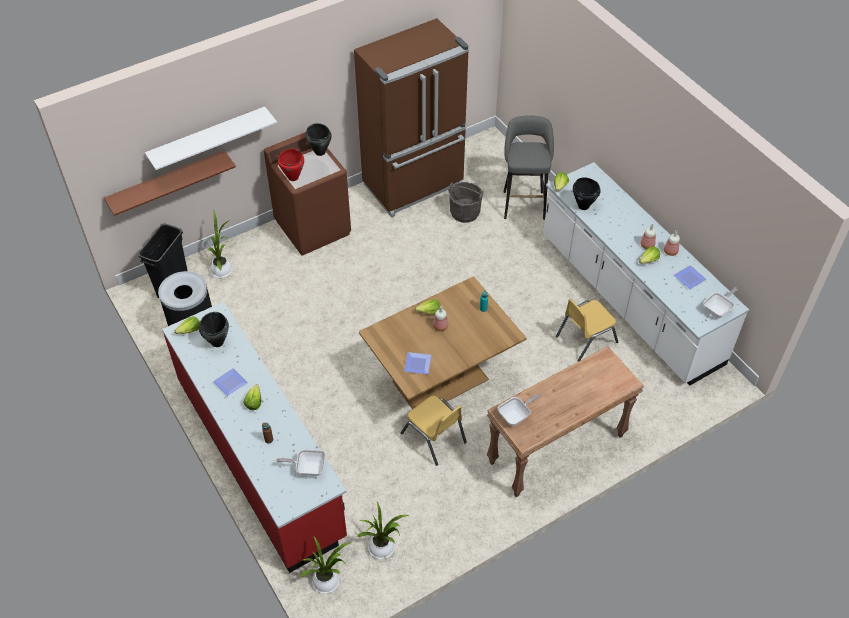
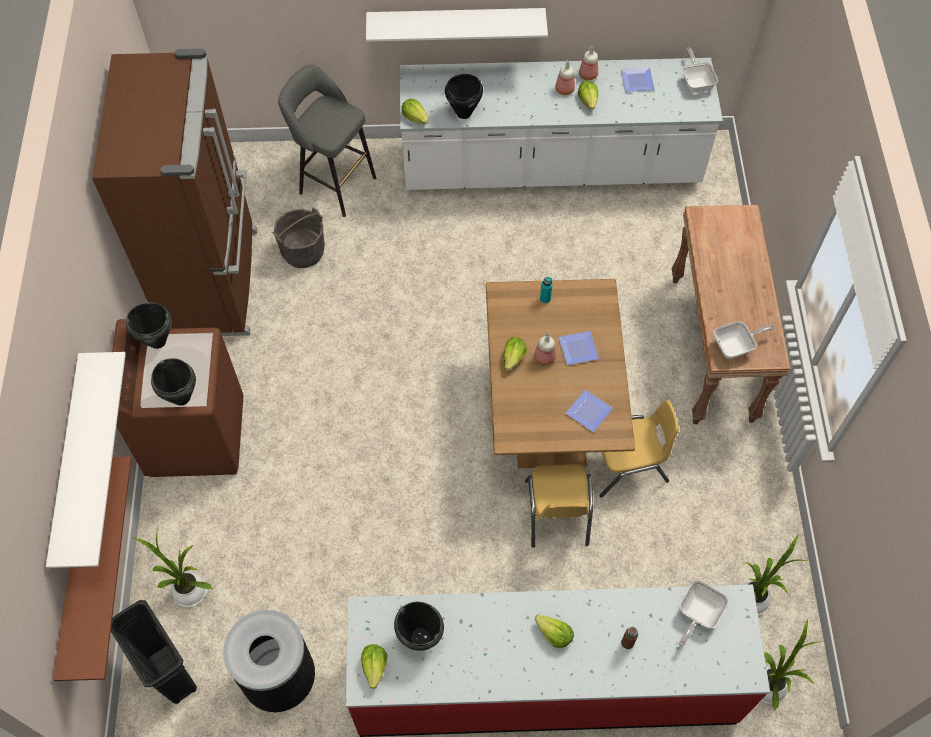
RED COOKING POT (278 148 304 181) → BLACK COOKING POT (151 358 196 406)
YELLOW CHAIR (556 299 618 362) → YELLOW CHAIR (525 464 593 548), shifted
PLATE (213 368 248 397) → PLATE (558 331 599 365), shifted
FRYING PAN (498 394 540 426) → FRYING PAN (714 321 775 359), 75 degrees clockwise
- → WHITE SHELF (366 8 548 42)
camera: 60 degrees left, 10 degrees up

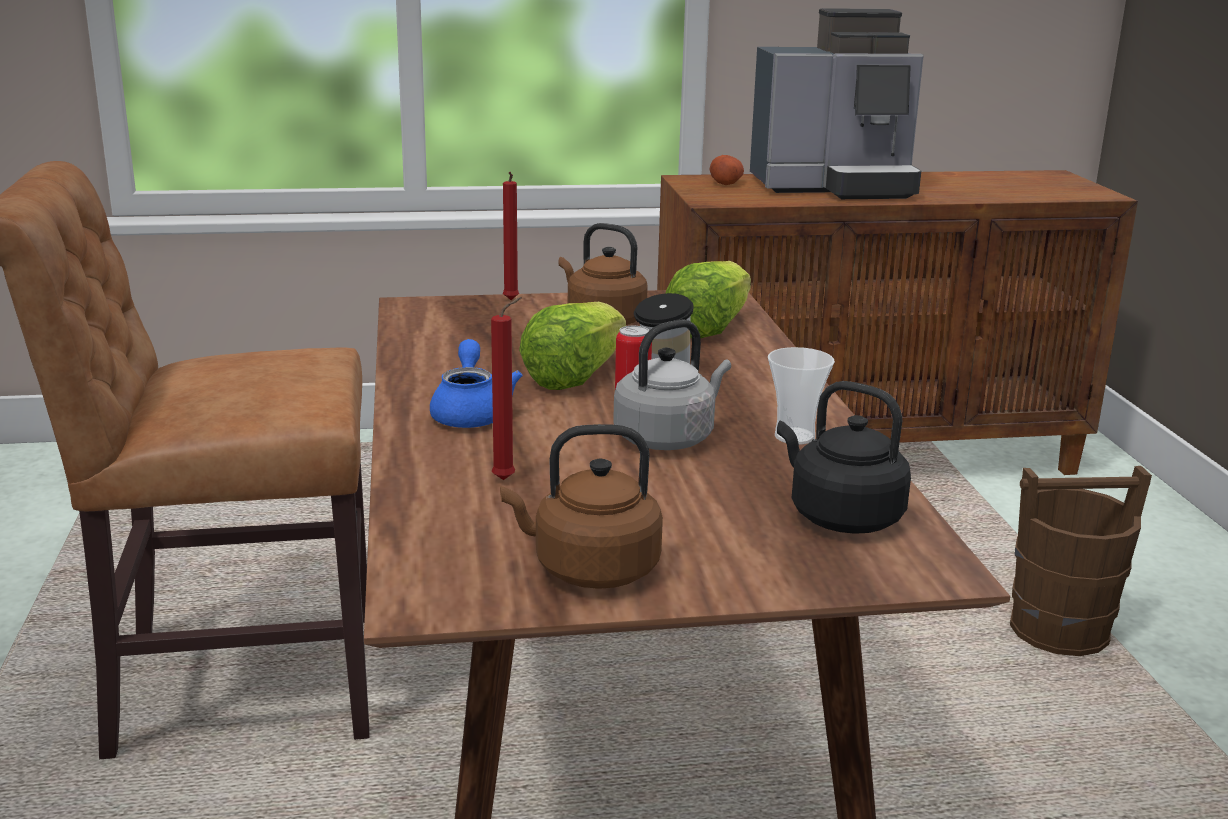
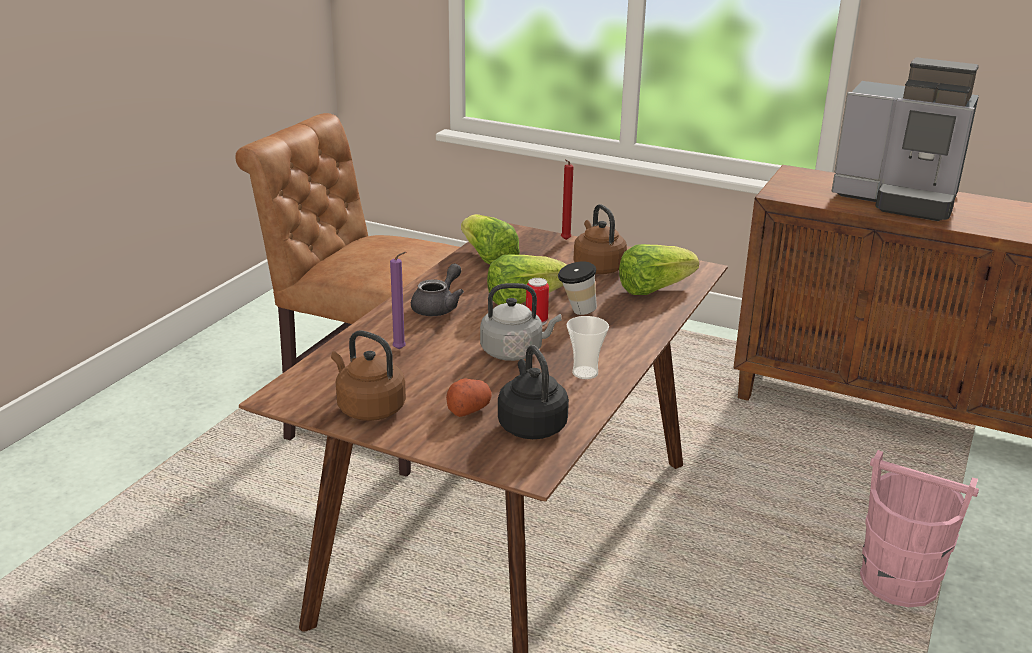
POTATO (709 155 744 185) → POTATO (446 378 492 417), shifted
RED CANDLE (491 297 522 480) → PURPLE CANDLE (390 252 406 350)
BLUE TEAPOT (430 339 523 428) → GREY TEAPOT (411 264 464 316)
BROWN BUCKET (1010 466 1152 656) → PINK BUCKET (860 450 979 607)
- → LETTUCE (461 214 520 265)
camera: 35 degrees right, 5 degrees up

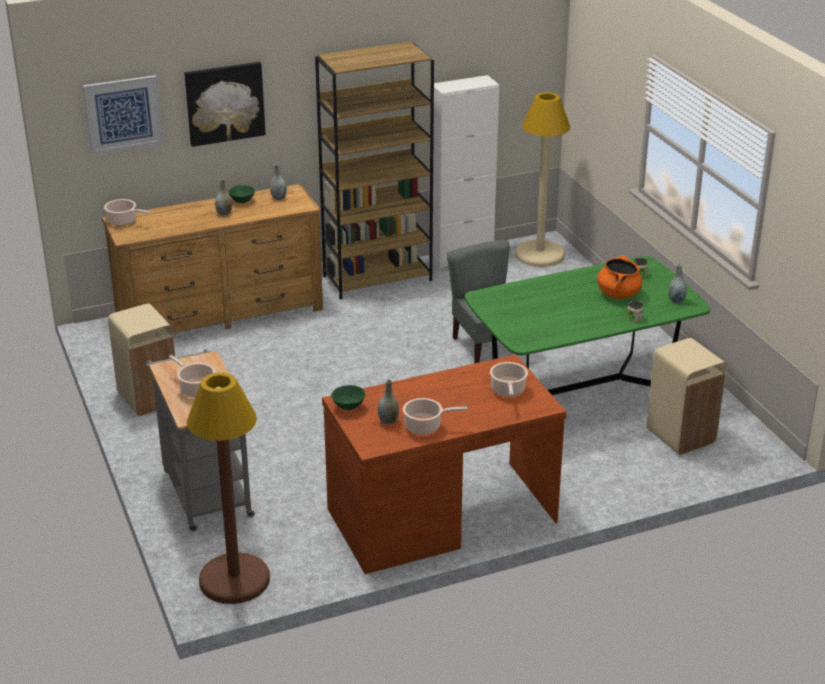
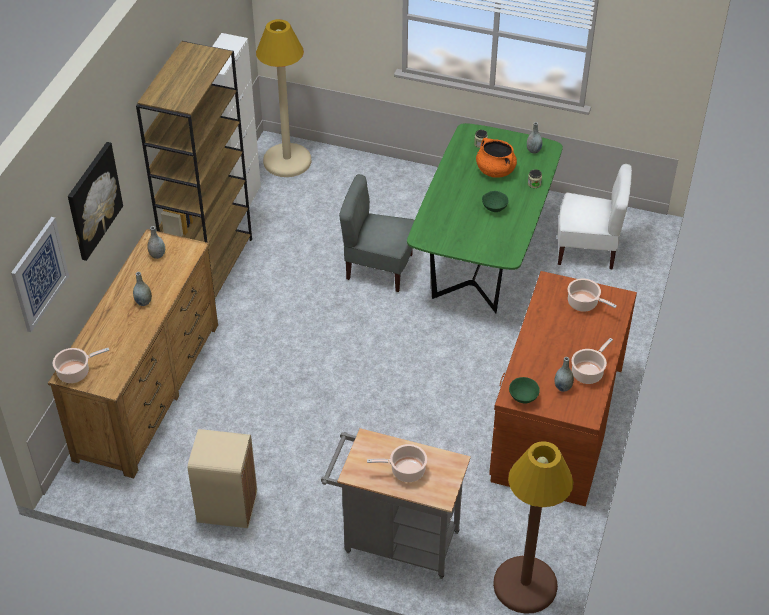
GREEN BOWL (228 185 255 203) → GREEN BOWL (482 191 509 212), shifted
BEIGE TRASH CAN (646 338 727 455) → WHITE CHAIR (558 164 632 270)
camera: 50 degrees left, 15 degrees up

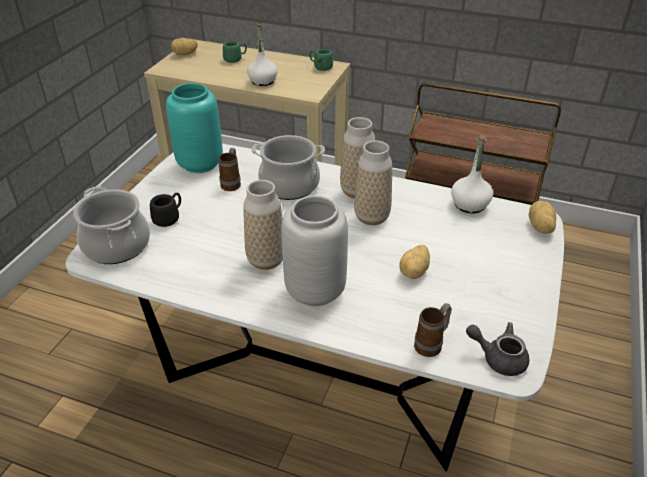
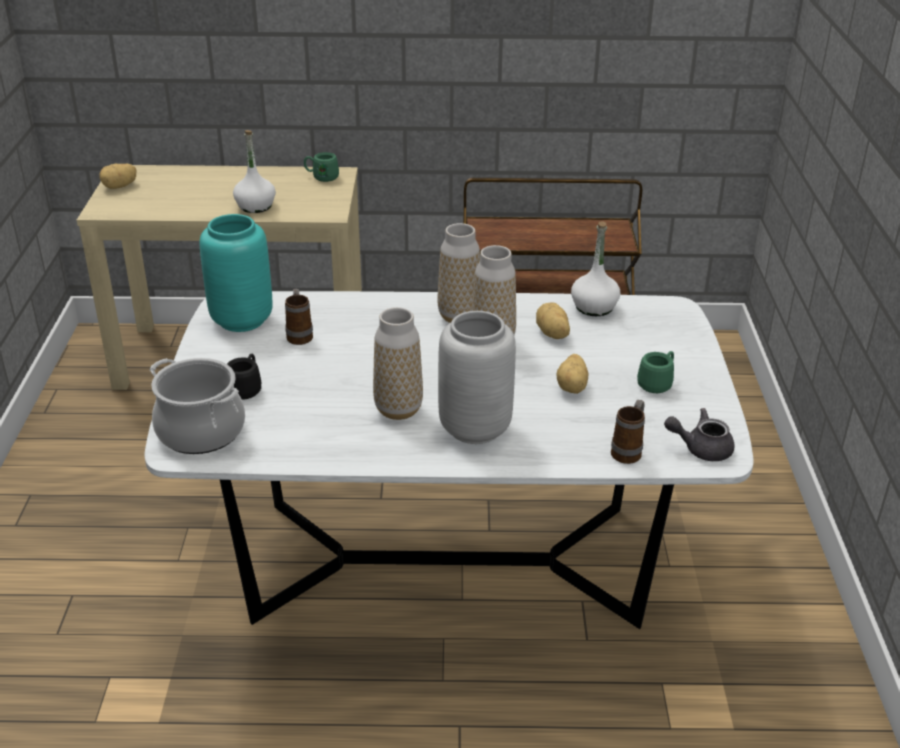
GREEN MUG (223 41 247 63) → GREEN MUG (637 351 674 393), shifted
COOKING POT (251 135 325 200) → -
POTATO (529 201 556 234) → POTATO (536 302 570 339), shifted
camera: 20 degrees left, 5 degrees down

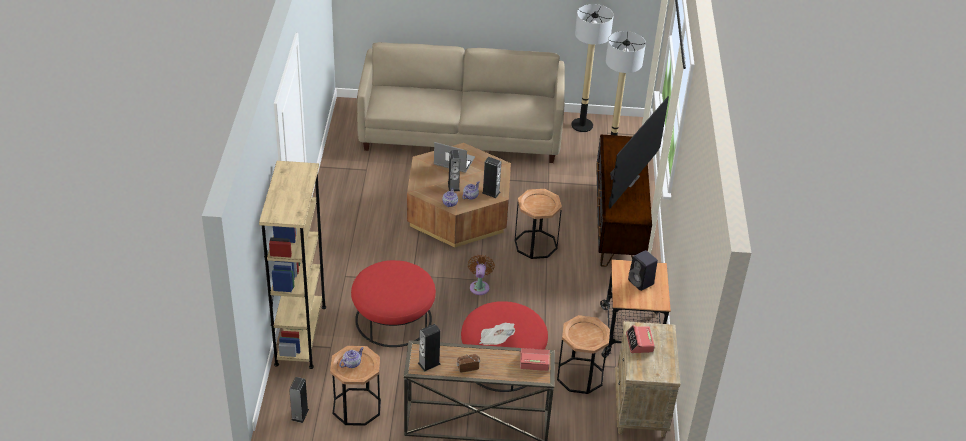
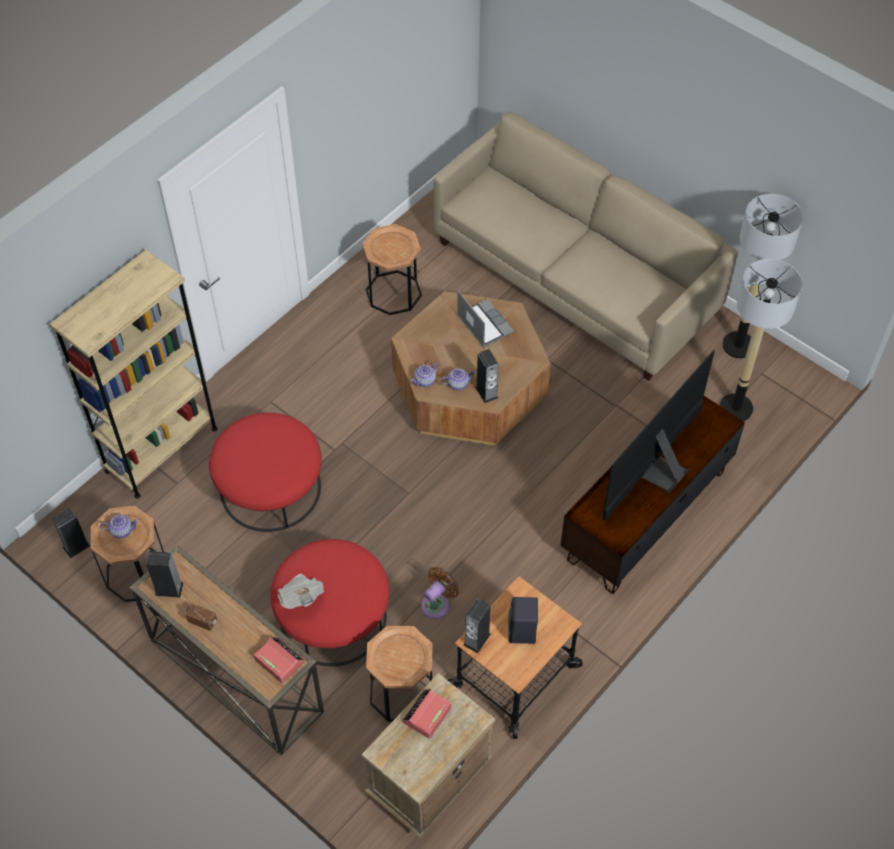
TELEVISION (609 96 669 209) → TELEVISION (602 350 715 521), 150 degrees clockwise
SPEAKER (448 150 460 191) → SPEAKER (463 598 491 653), shifted
BROWN SIDE TABLE (515 189 562 259) → BROWN SIDE TABLE (362 224 422 315), shifted
BROWN FAN (468 255 495 295) → BROWN FAN (421 567 459 619), shifted
camera: 40 degrees right, 15 degrees up

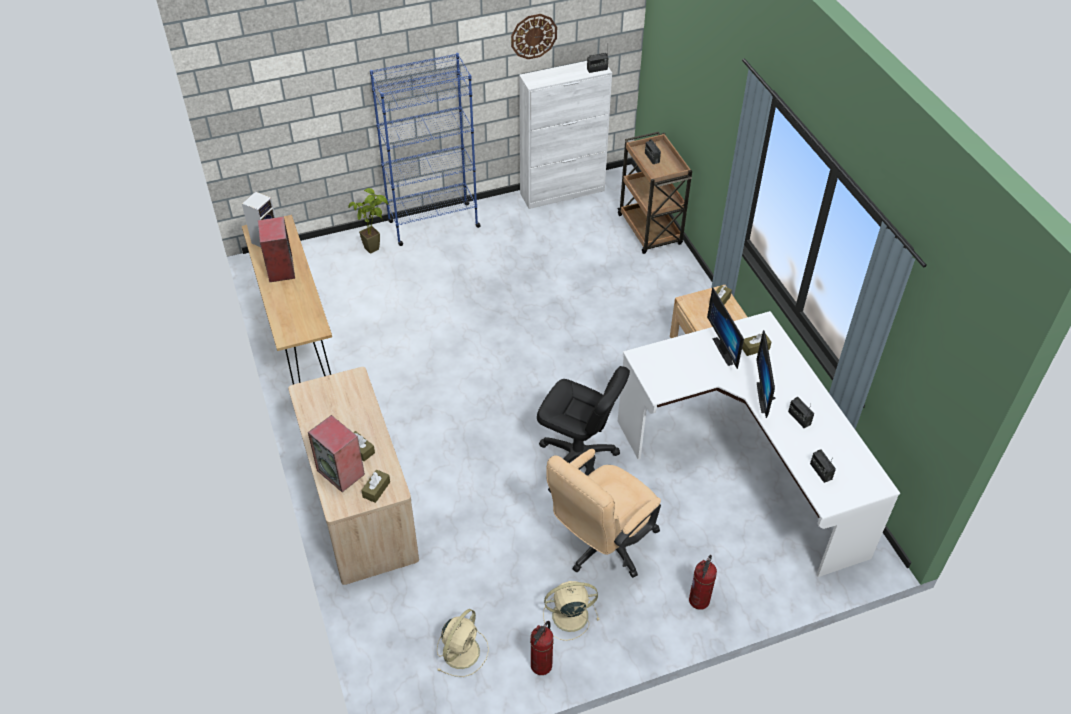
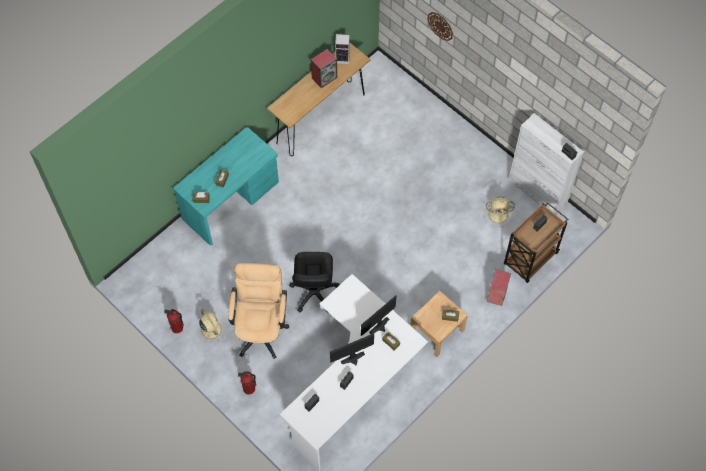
WALL CLOCK (511 14 557 59) → WALL CLOCK (427 12 453 41), shifted
BLUE BOOKCASE (370 53 481 246) → -
POTTED PLANT (349 188 389 254) → -
BEIGE DESK (288 367 419 585) → TURQUOISE DESK (174 127 279 245)
SPEAKER (308 415 365 492) → SPEAKER (487 269 511 306), shifted
BEIGE OFFICE CHAIR (546 449 661 577) → BEIGE OFFICE CHAIR (228 263 289 359), 75 degrees clockwise
BEIGE FAN (437 609 489 677) → BEIGE FAN (484 197 515 227), shifted
camera: 65 degrees right, 15 degrees up

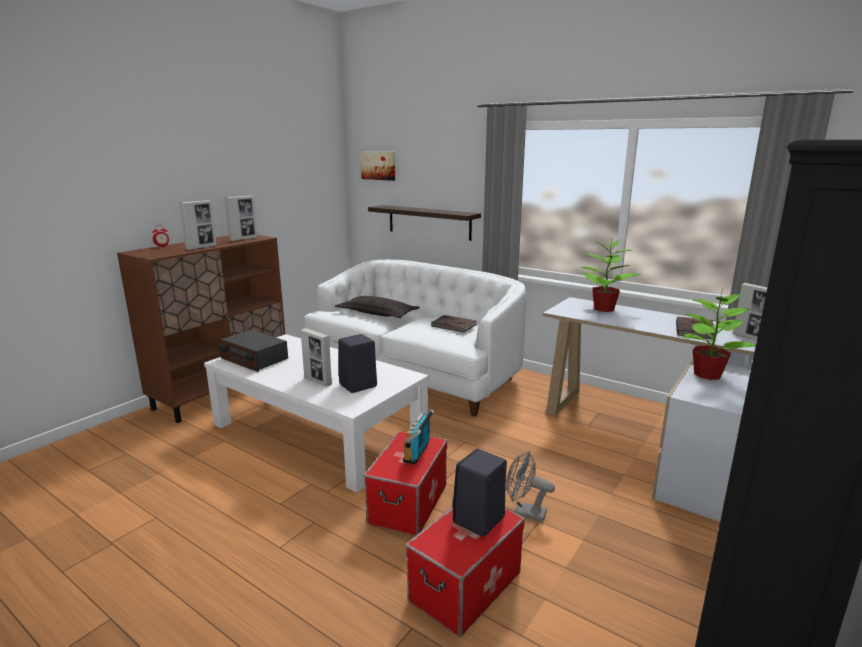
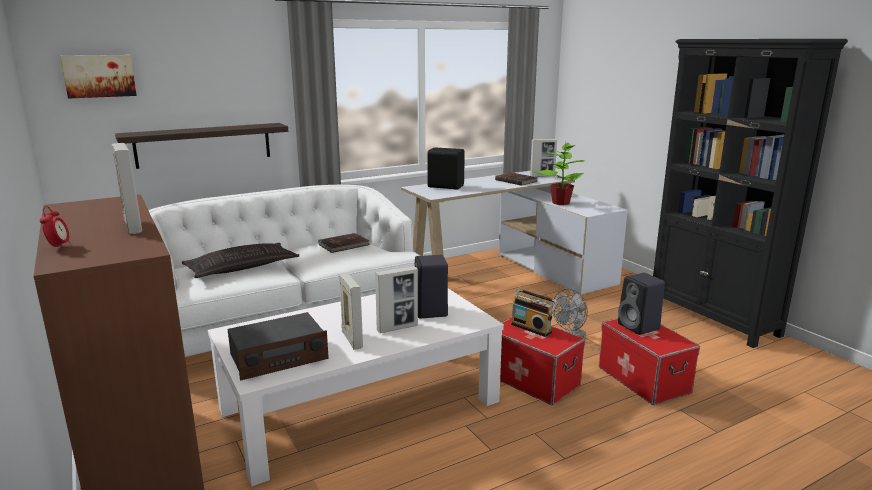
PICTURE FRAME (224 196 258 241) → PICTURE FRAME (339 272 363 350), shifted
POTTED PLANT (580 239 641 312) → BLACK SPEAKER (427 147 465 190)
camera: 65 degrees left, 0 degrees up

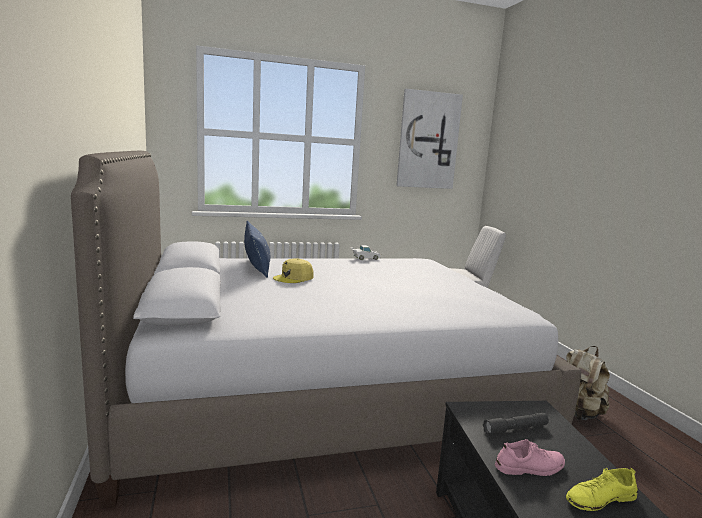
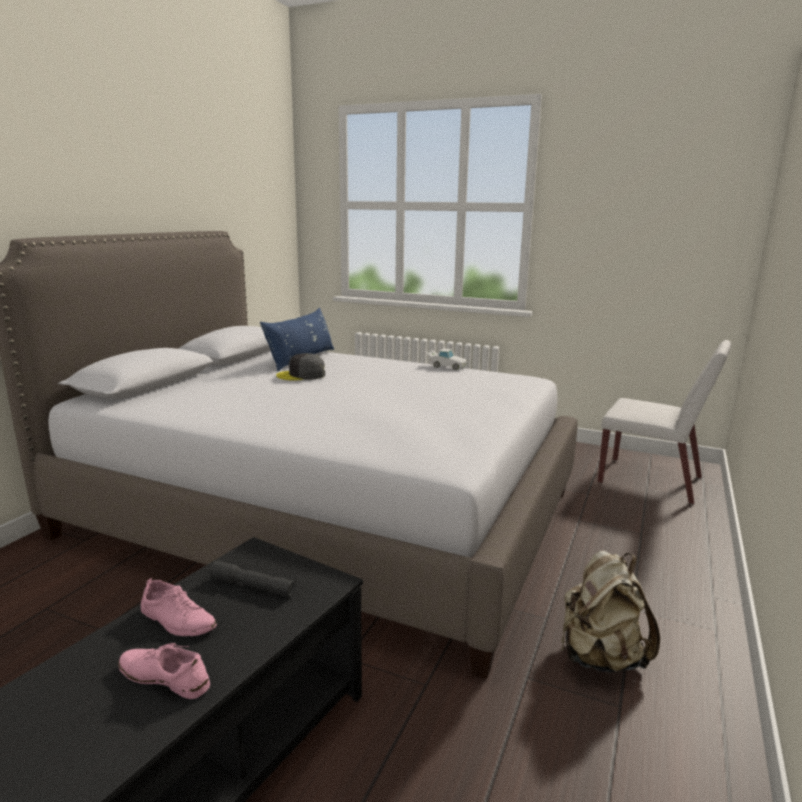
PICTURE (396 89 463 189) → -
YELLOW CAP (273 259 313 283) → GREY CAP (276 353 325 381)
YELLOW SHOE (566 468 638 511) → PINK SHOE (118 643 210 699)
camera: 40 degrees right, 5 degrees up

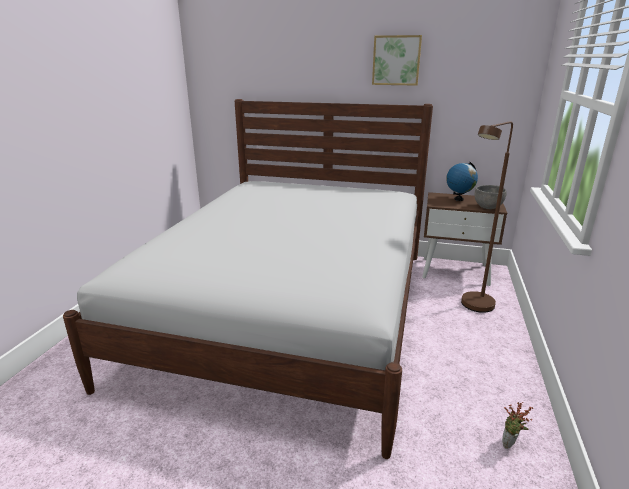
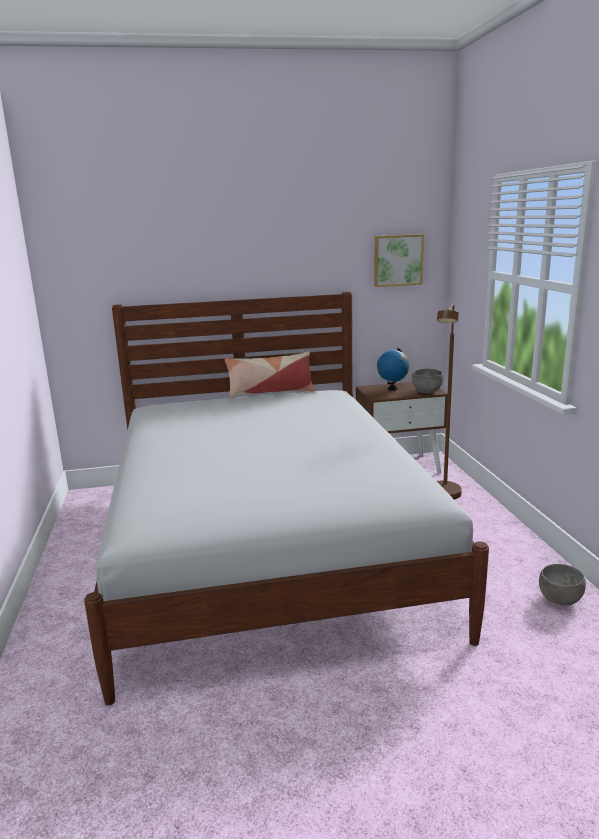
PICTURE (372 35 422 86) → PICTURE (374 234 424 287), shifted
POTTED PLANT (502 402 533 449) → GREY BOWL (539 564 586 606)
- → PILLOW (225 352 315 398)
camera: 25 degrees left, 5 degrees down

